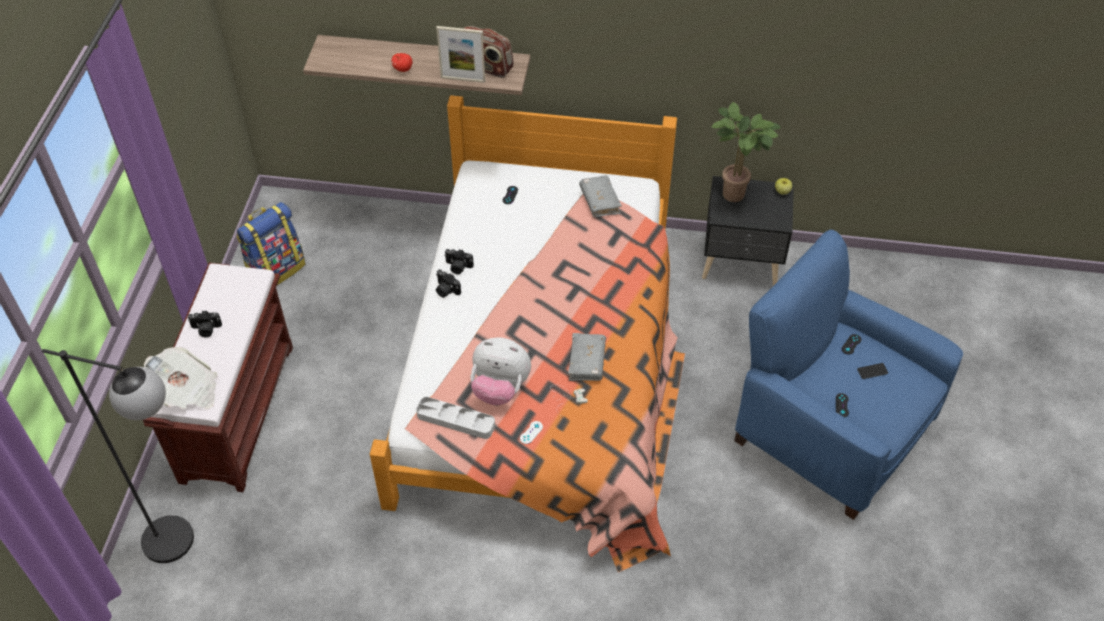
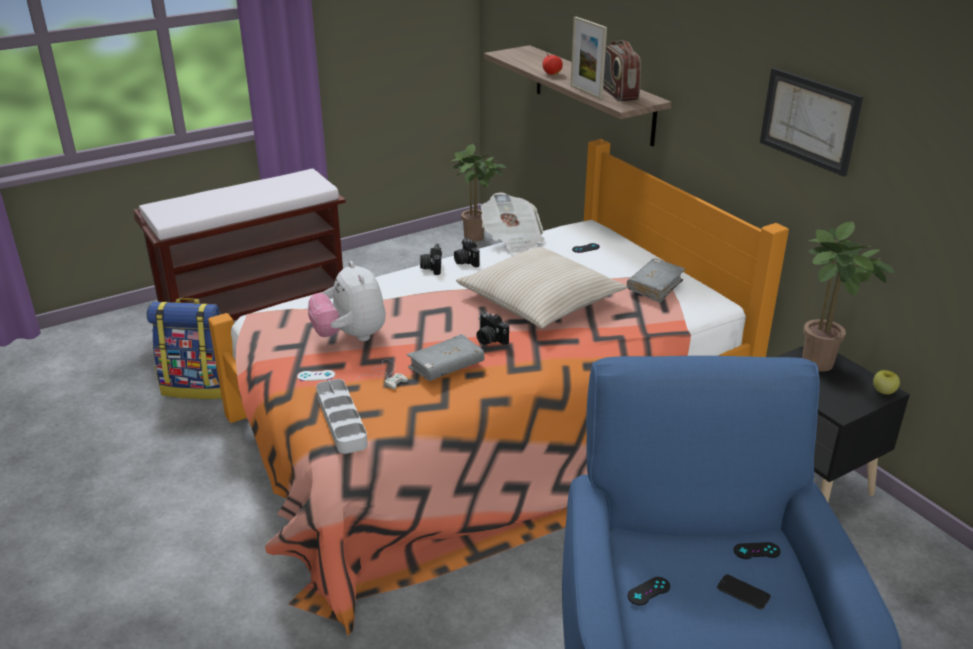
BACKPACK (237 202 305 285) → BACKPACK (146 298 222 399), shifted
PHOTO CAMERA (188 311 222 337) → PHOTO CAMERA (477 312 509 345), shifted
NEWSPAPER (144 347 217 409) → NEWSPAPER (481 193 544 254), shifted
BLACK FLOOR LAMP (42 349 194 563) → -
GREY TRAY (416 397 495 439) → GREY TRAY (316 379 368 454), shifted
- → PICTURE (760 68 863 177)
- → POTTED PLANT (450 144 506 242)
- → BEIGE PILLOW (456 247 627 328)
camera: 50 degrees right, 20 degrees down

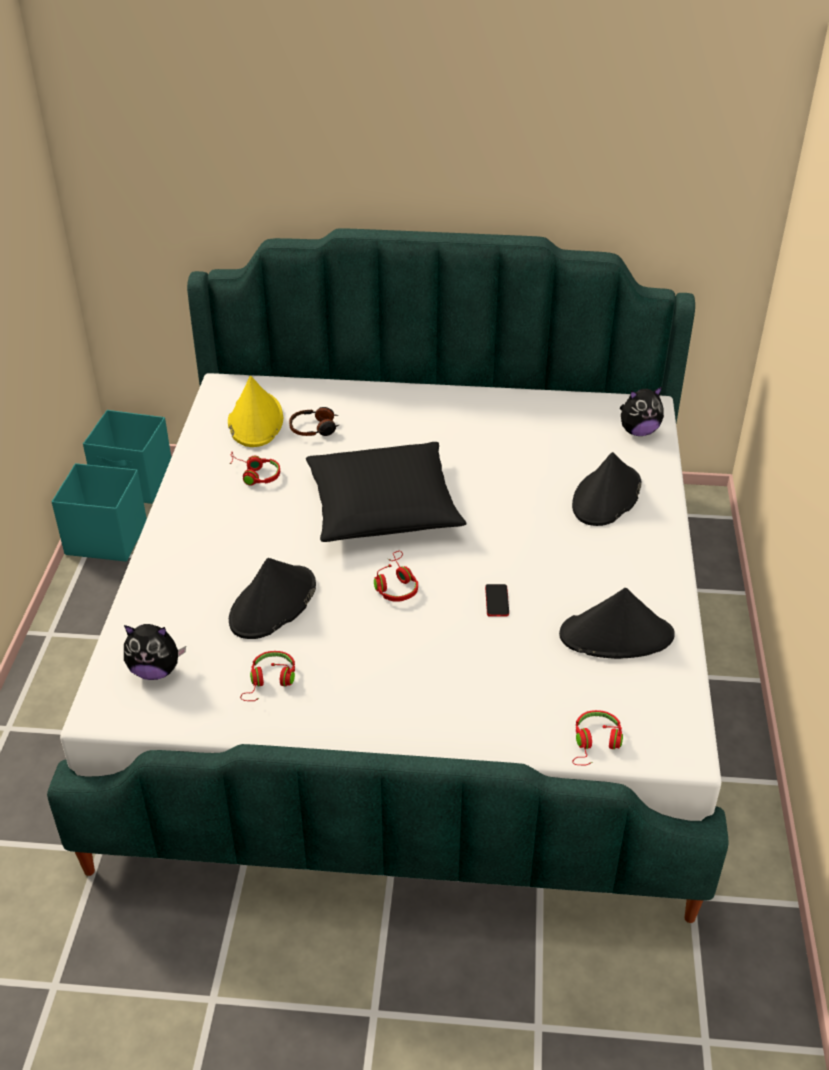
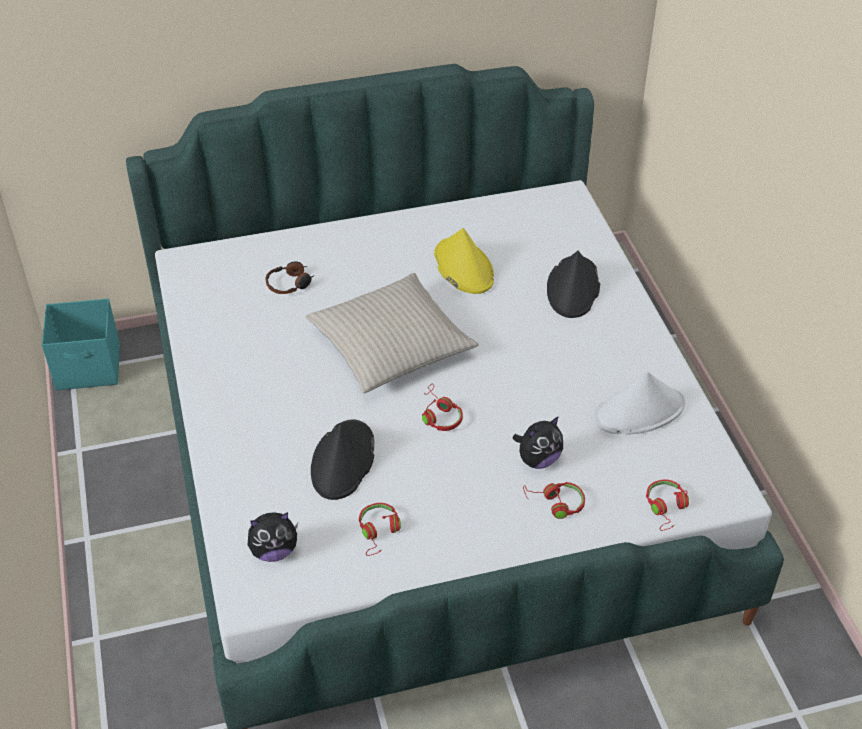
YELLOW HAT (228 376 283 447) → YELLOW HAT (434 228 494 294), shifted
PLUSH TOY (620 386 664 436) → PLUSH TOY (512 416 563 469), shifted
BLACK PILLOW (306 442 467 542) → BEIGE PILLOW (306 273 479 393)
RED HEADPHONES (230 452 280 486) → RED HEADPHONES (523 482 585 519), shifted
TURQUOISE STORAGE BOX (52 463 147 562) → -
PHONE (485 584 509 616) → -
BLACK HAT (559 588 675 659) → WHITE HAT (594 372 685 435)
camera: 20 degrees left, 5 degrees up

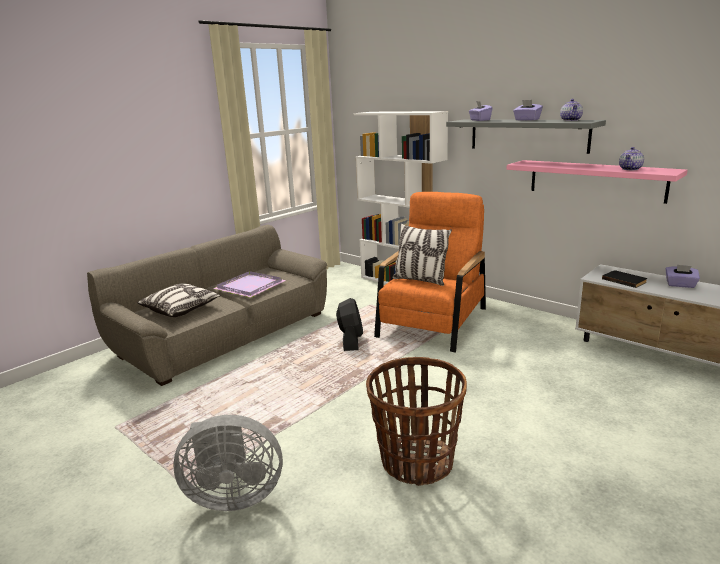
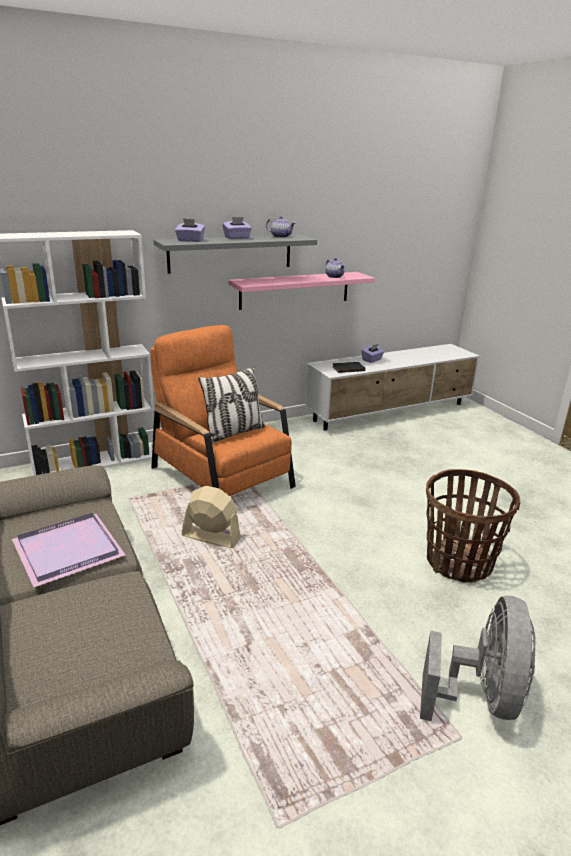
PILLOW (138 284 221 317) → -
BLACK FAN (336 298 363 351) → BEIGE FAN (182 486 241 548)
camera: 70 degrees left, 5 degrees up

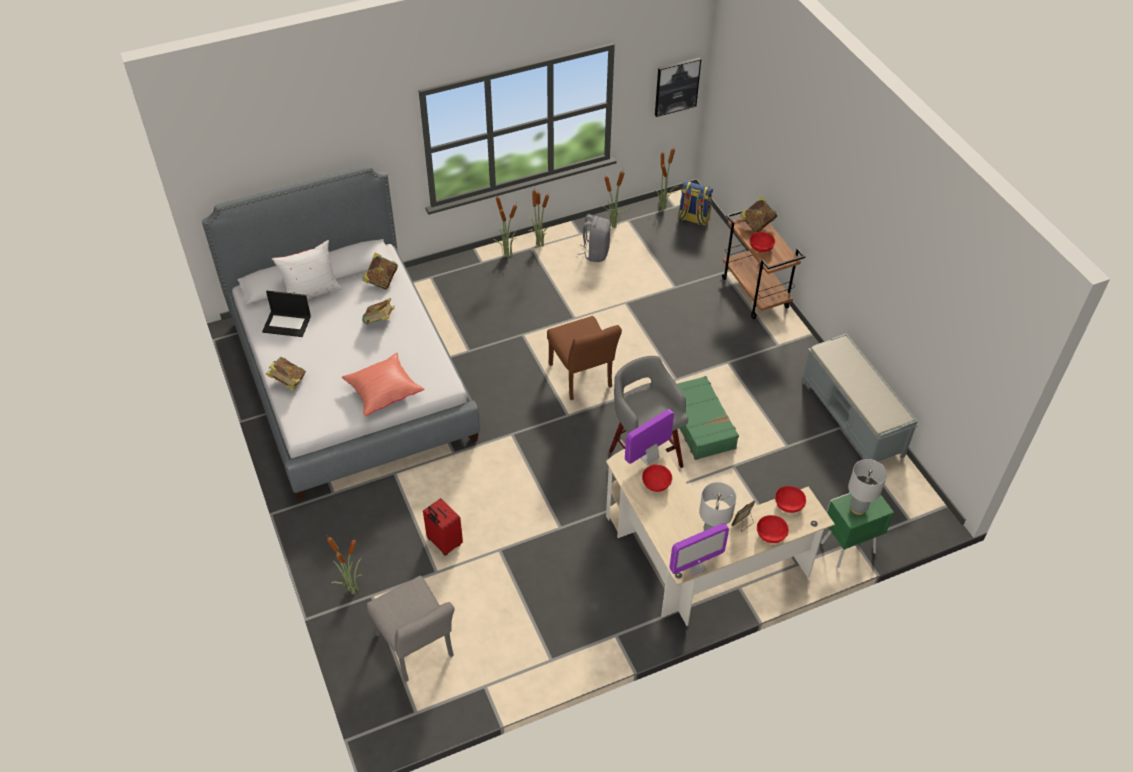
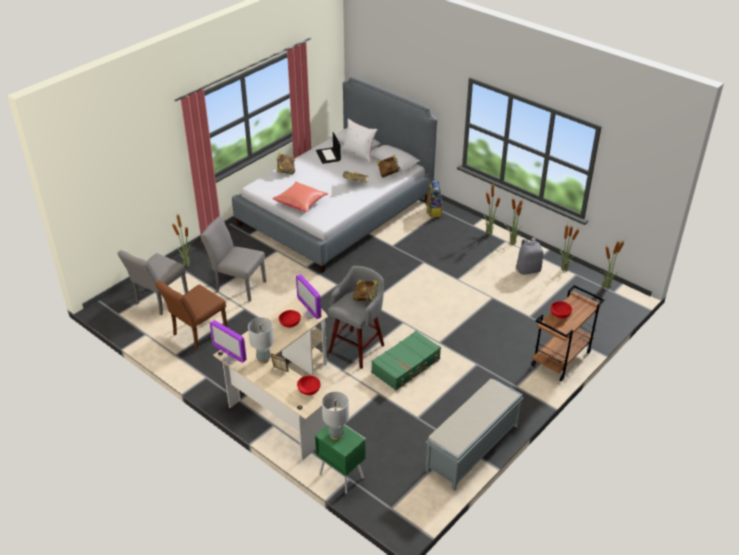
PICTURE (655 57 701 117) → -
BACKPACK (678 181 713 226) → BACKPACK (426 179 443 217), shifted
BOOK (740 196 777 232) → BOOK (352 280 378 302), shifted
BROWN CHAIR (547 316 622 400) → BROWN CHAIR (155 280 228 350), shifted
MONITOR (625 409 674 465) → MONITOR (296 274 321 319), 150 degrees counterclockwise
RED SUITCASE (423 498 463 556) → GREY CHAIR (200 216 266 302)
RED BOWL (757 515 789 543) → -
camera: 65 degrees right, 10 degrees down

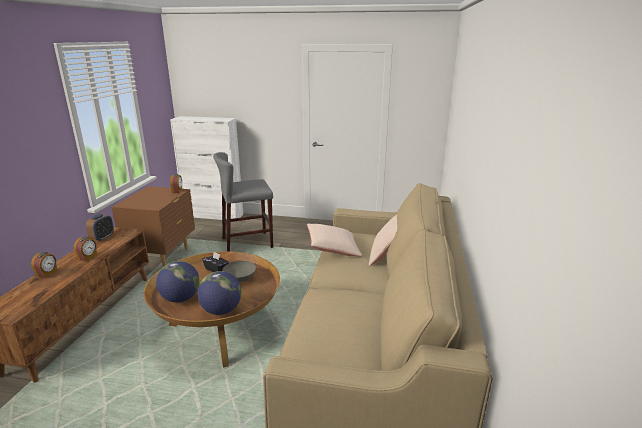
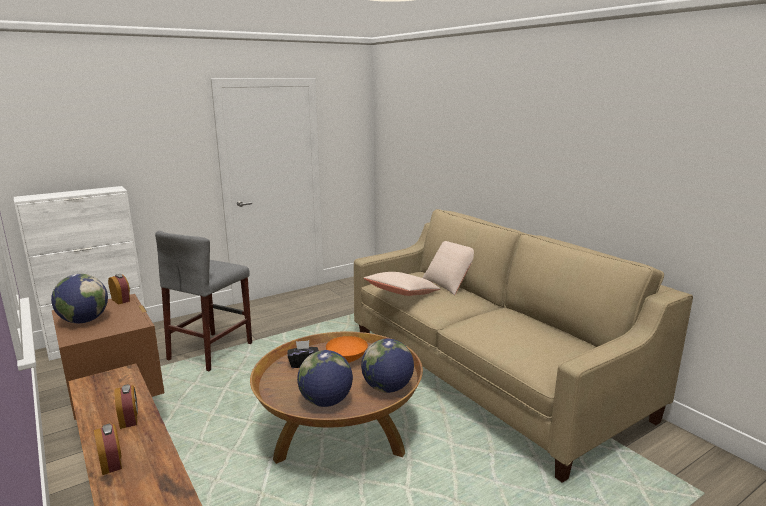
ALARM CLOCK (86 214 114 241) → -
GREY BOWL (222 261 256 282) → ORANGE BOWL (326 336 368 363)
- → GLOBE (51 274 108 323)
camera: 45 degrees left, 5 degrees down

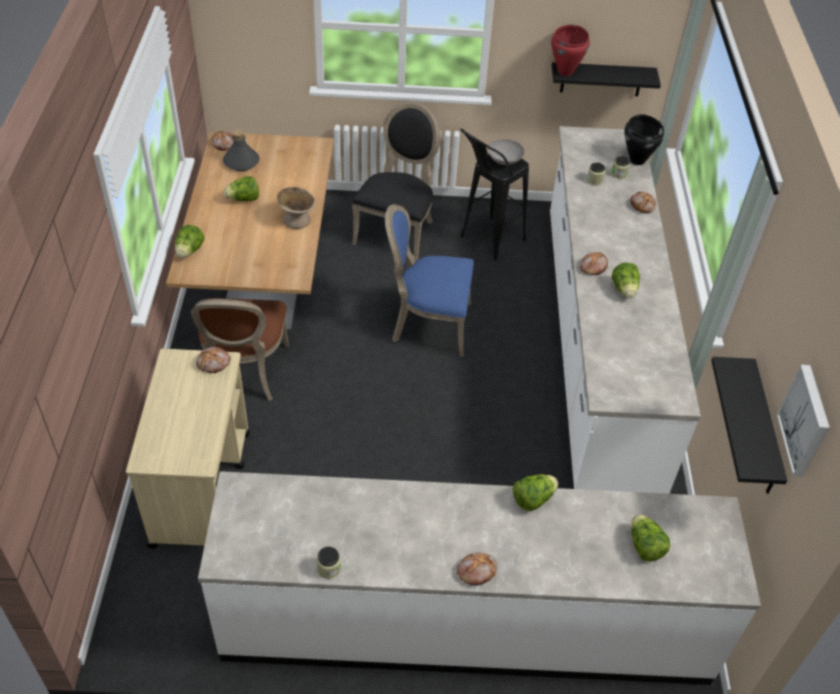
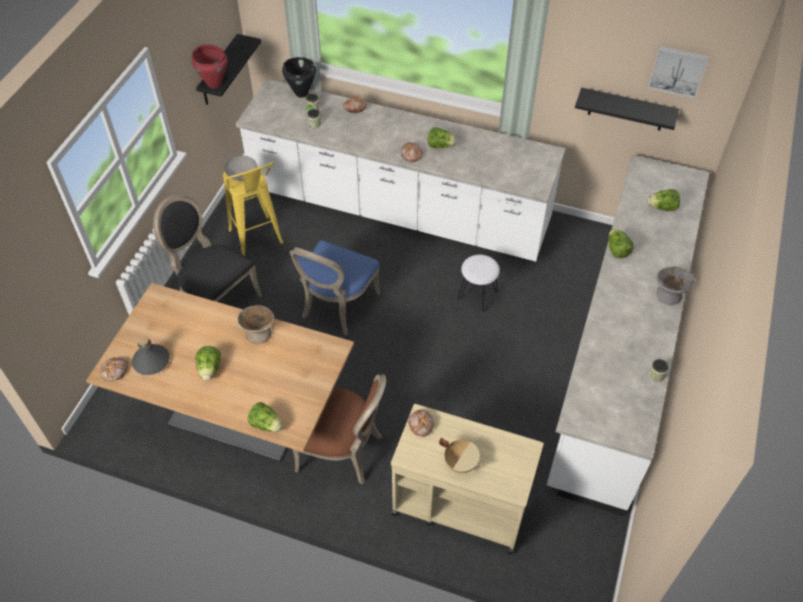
BLACK STOOL (460 128 529 261) → YELLOW STOOL (223 162 283 256)
BREAD (457 552 497 586) → GREY BOWL (656 267 694 305)
- → WHITE STOOL (457 255 500 313)
- → BEIGE COOKING POT (439 438 482 473)
camera: 70 degrees left, 5 degrees up

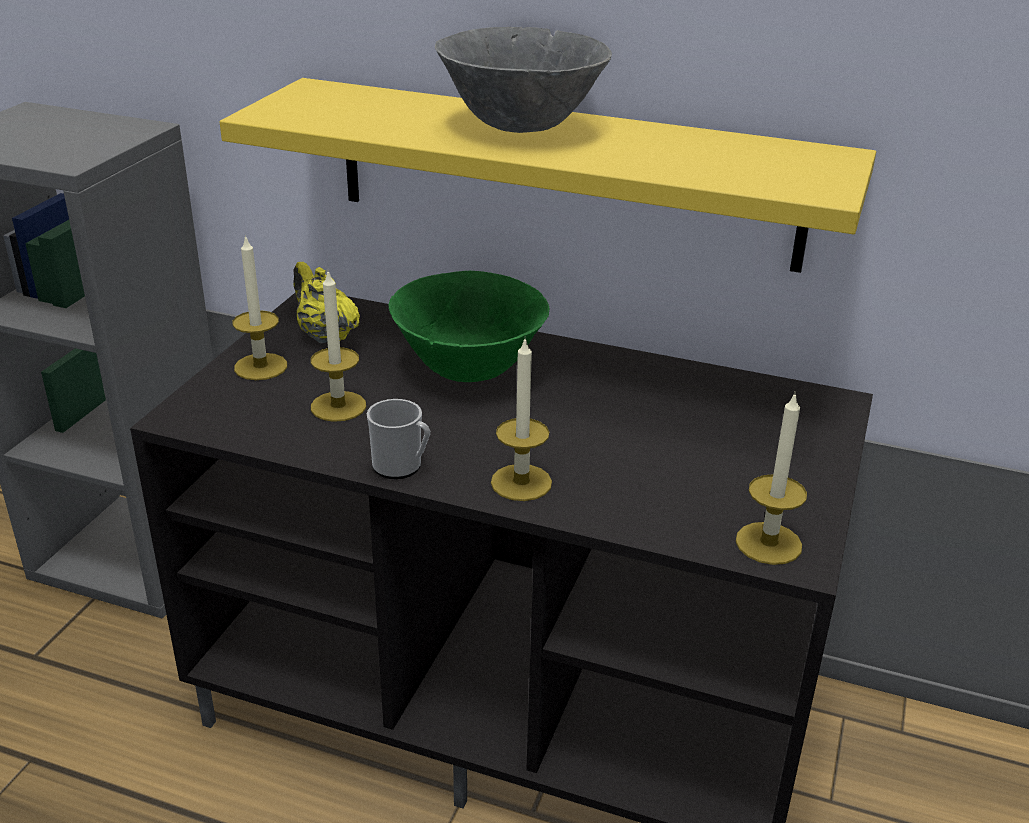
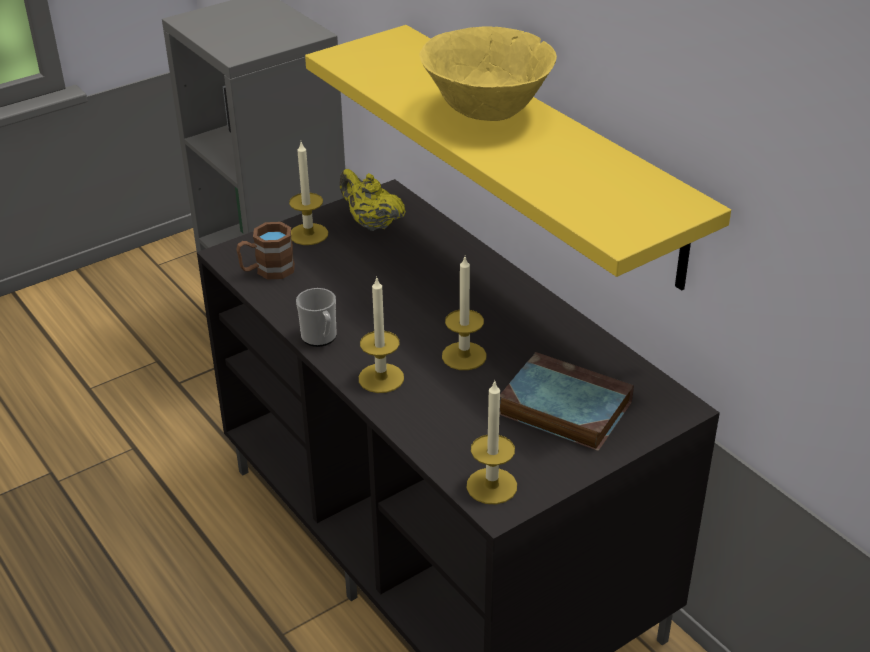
GREY BOWL (435 27 612 133) → YELLOW BOWL (419 27 557 121)
YELLOW TEAPOT (293 262 360 343) → YELLOW TEAPOT (340 169 406 231), 45 degrees counterclockwise
CANDLE (311 269 366 422) → CANDLE (442 257 486 370), shifted
GREEN BOWL (389 271 549 382) → -
- → BROWN MUG (236 222 295 279)
- → BOOK (499 352 634 451)
camera: 35 degrees right, 5 degrees up

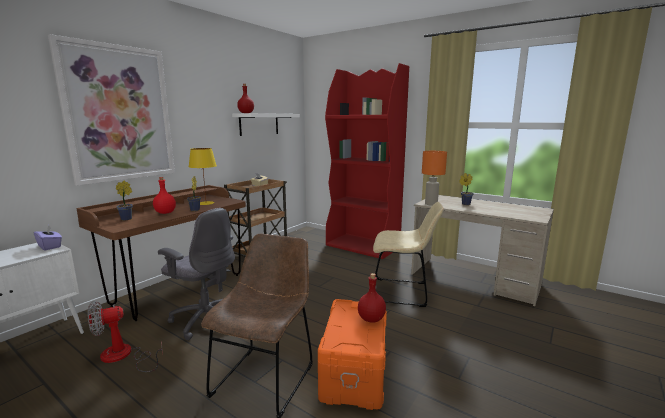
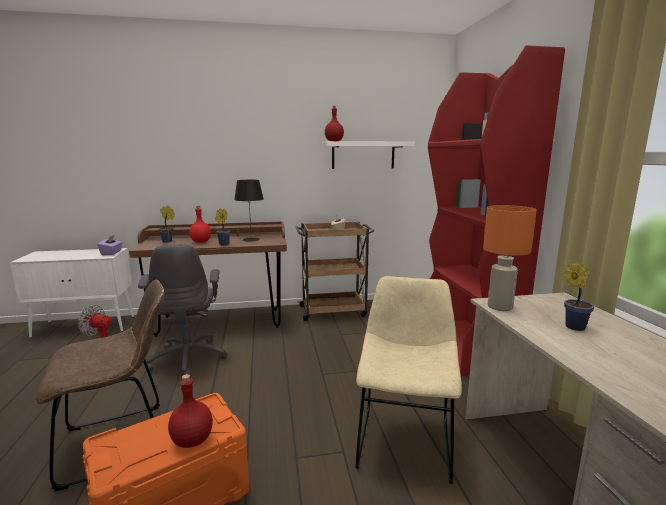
PICTURE (48 34 175 186) → -
YELLOW TABLE LAMP (189 148 217 205) → BLACK TABLE LAMP (234 180 264 242)
BEIGE CHAIR (373 202 444 307) → BEIGE CHAIR (355 276 462 484), 135 degrees counterclockwise
camera: 45 degrees right, 0 degrees up

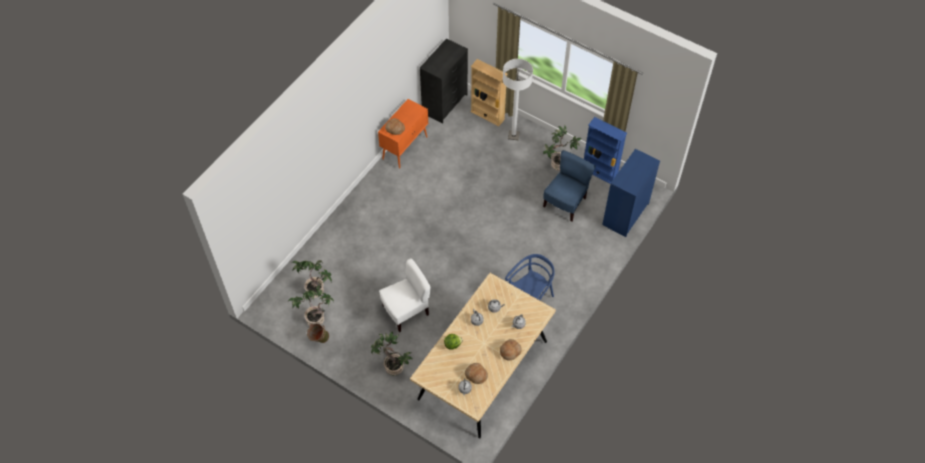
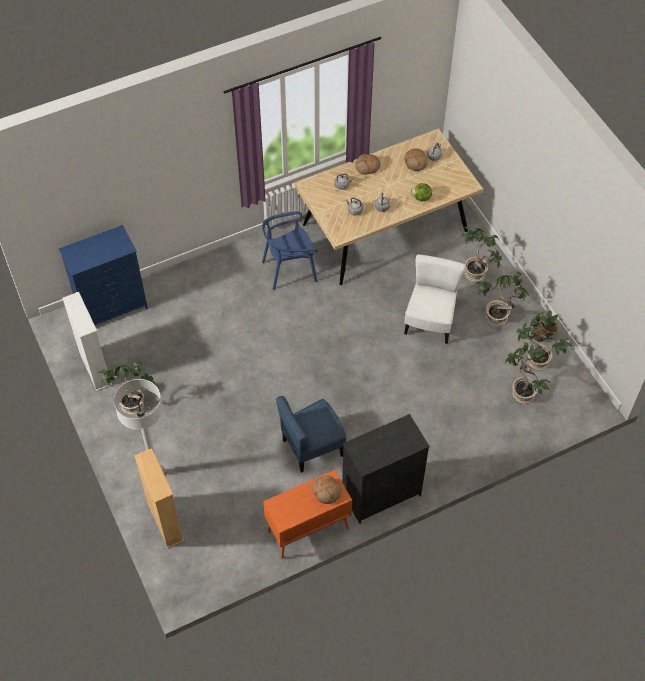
BLACK DRESSER (419 38 468 124) → BLACK DRESSER (342 414 430 524), shifted
BLUE BOOKCASE (584 117 627 183) → WHITE BOOKCASE (62 292 112 391)
BLUE CHAIR (543 150 596 222) → BLUE CHAIR (276 396 346 473), shifted
WHITE CHAIR (379 258 431 332) → WHITE CHAIR (404 254 466 344), 105 degrees clockwise
- → POTTED PLANT (474 272 529 326)
camera: 150 degrees left, 0 degrees up

